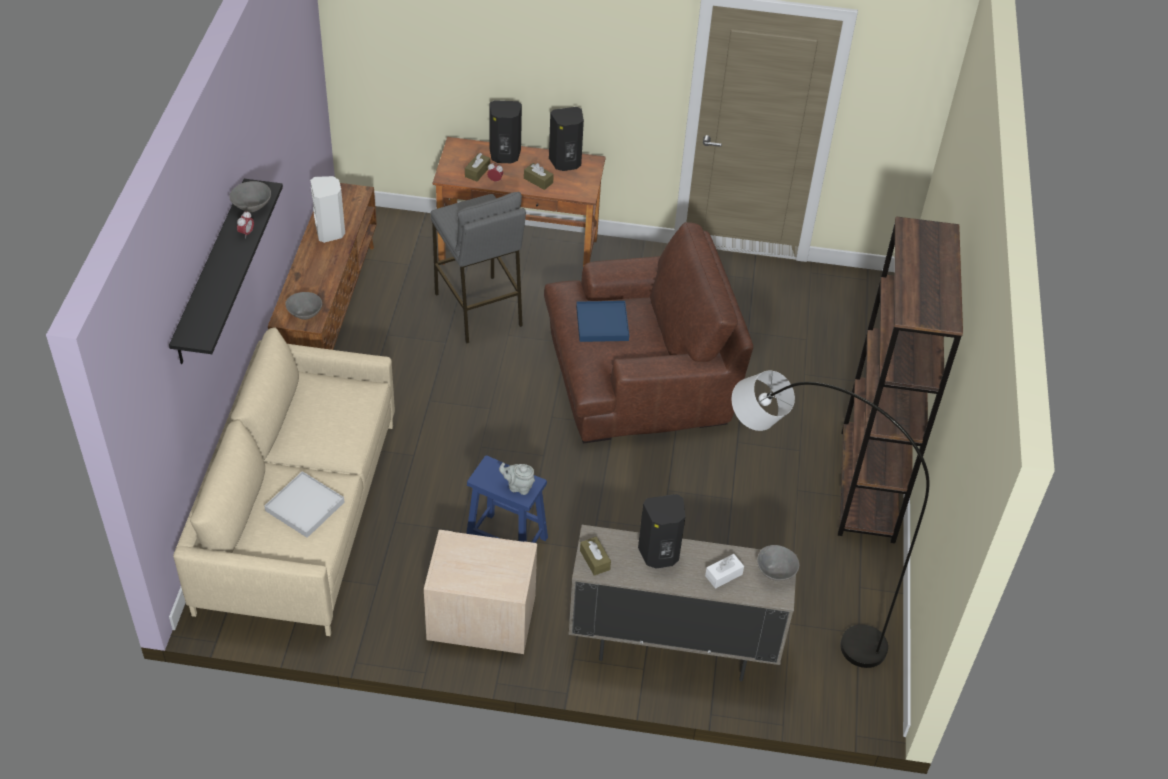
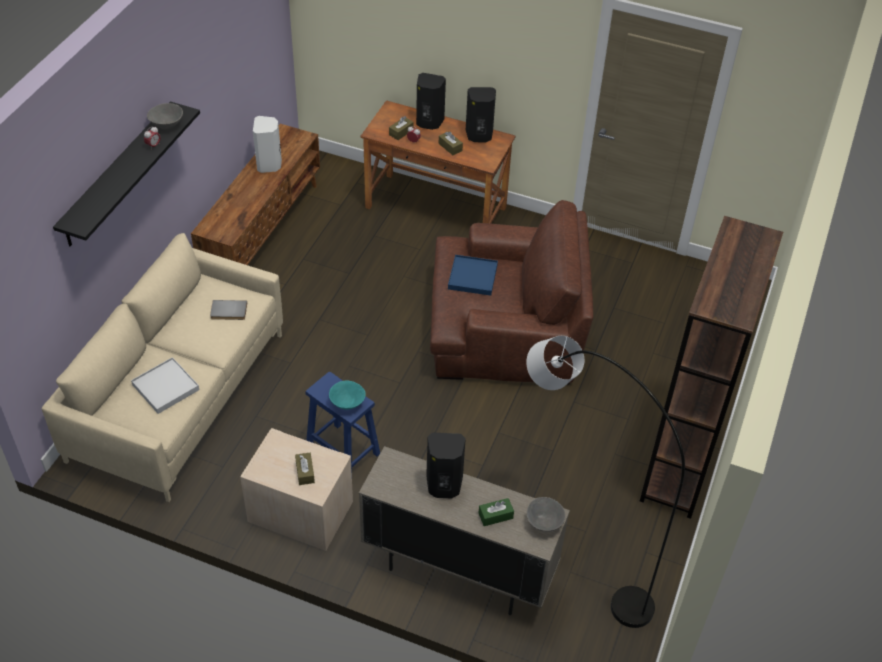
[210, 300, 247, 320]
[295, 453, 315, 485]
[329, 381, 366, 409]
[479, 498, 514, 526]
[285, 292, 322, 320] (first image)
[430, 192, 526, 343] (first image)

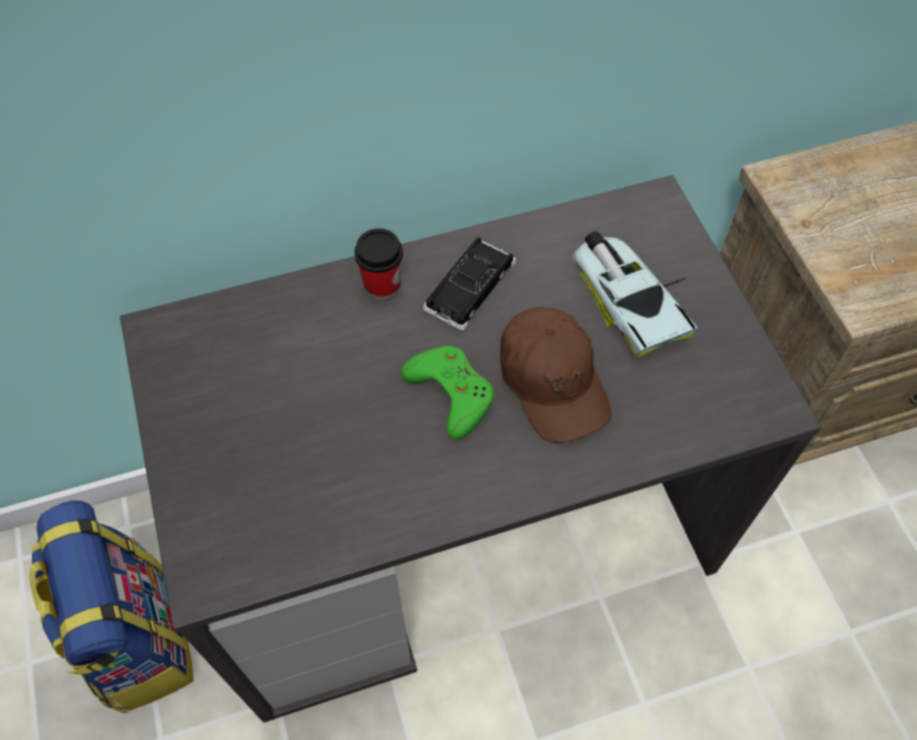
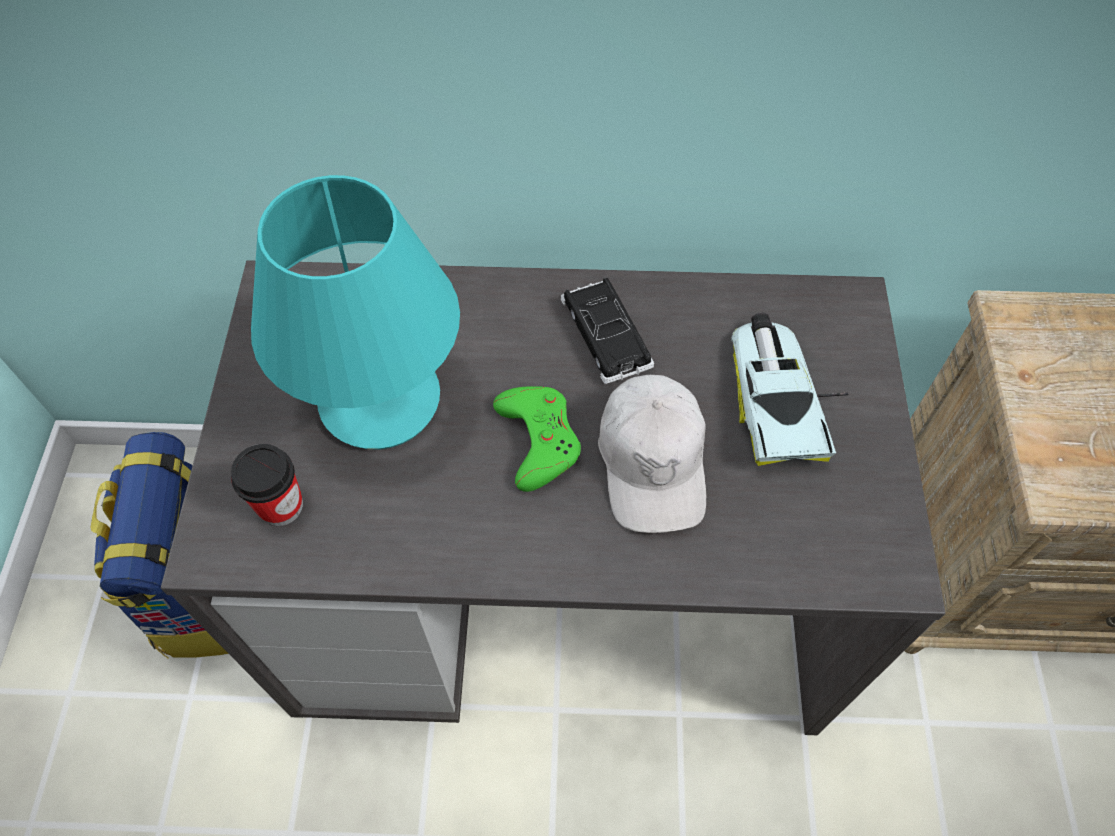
[231, 444, 303, 526]
[251, 175, 460, 450]
[561, 277, 654, 384]
[598, 375, 706, 533]

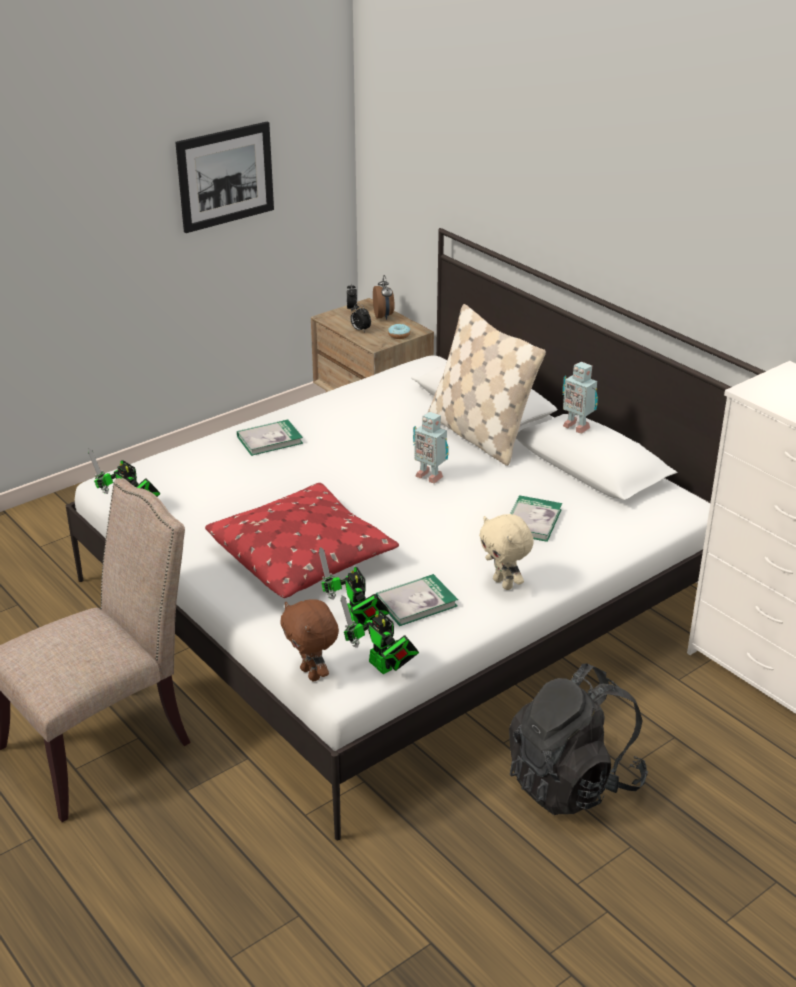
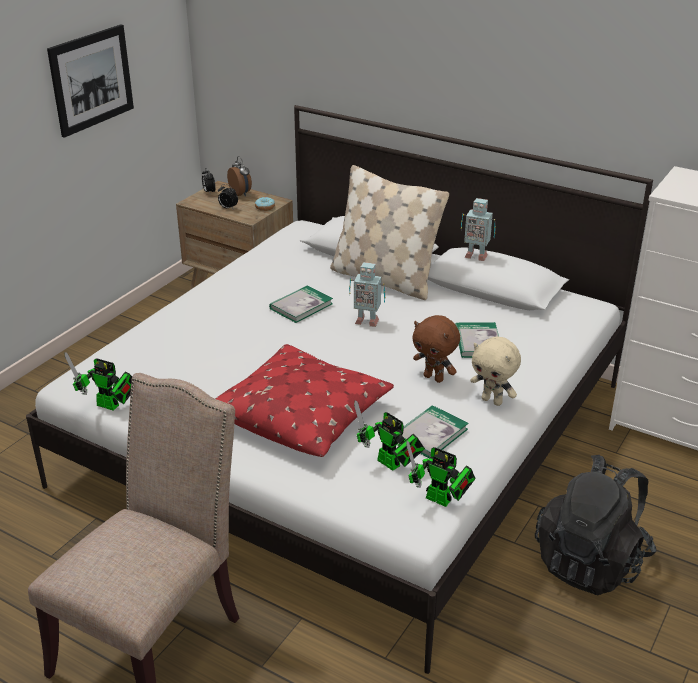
[269, 286, 333, 323]
[412, 315, 460, 383]

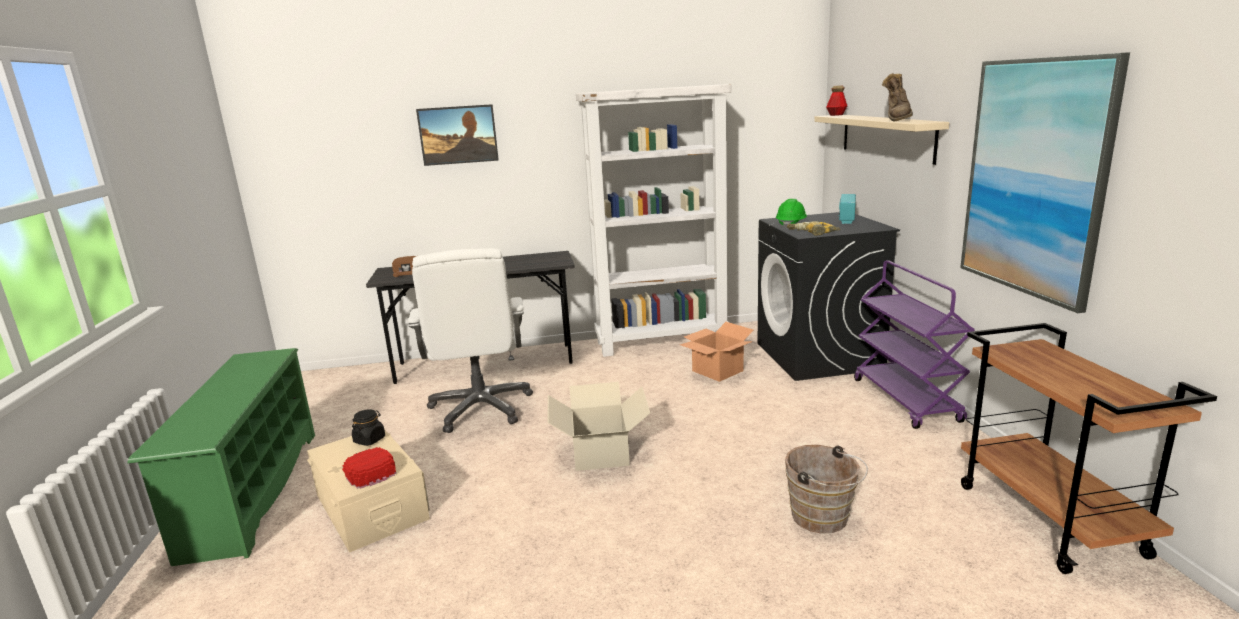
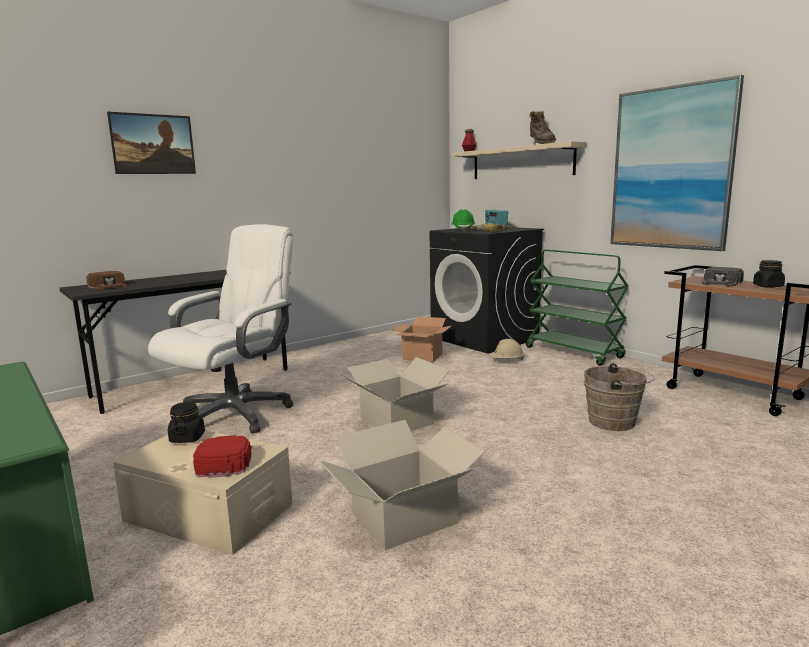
[148, 224, 294, 434]
[193, 435, 252, 478]
[318, 420, 485, 550]
[490, 339, 524, 360]
[526, 249, 629, 366]
[702, 267, 744, 287]
[753, 260, 785, 288]
[576, 84, 732, 357] (first image)

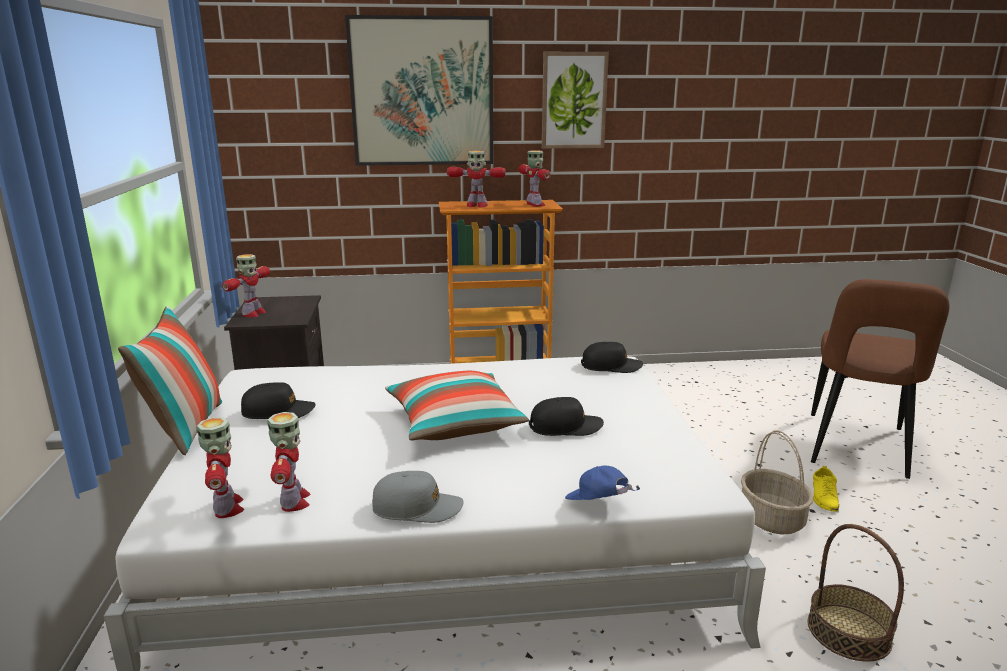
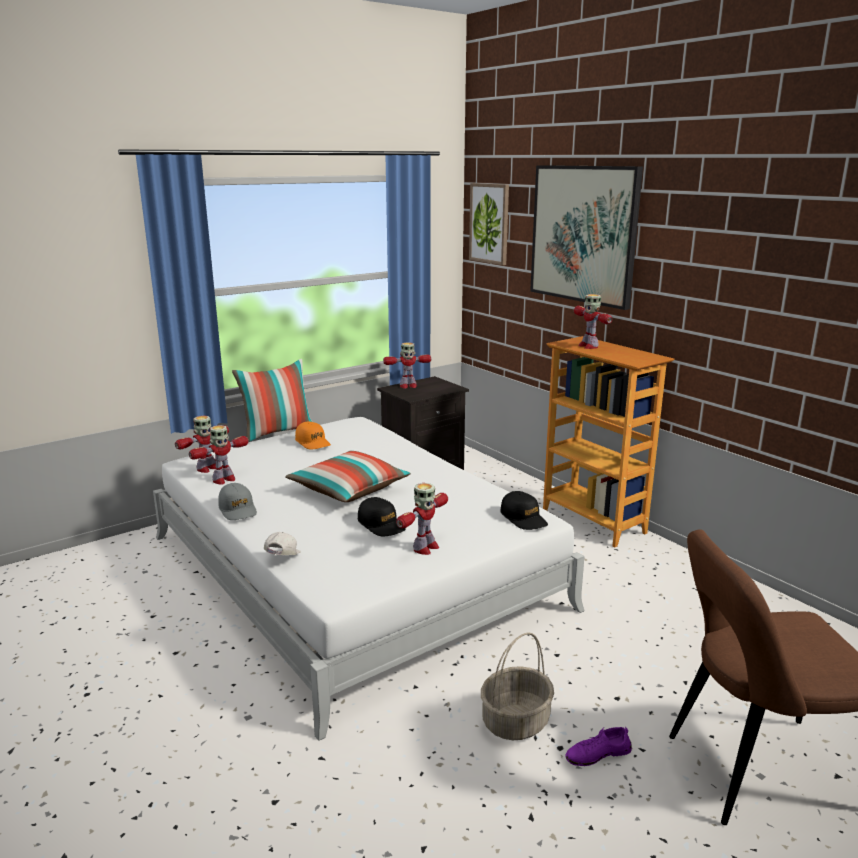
[264, 532, 301, 556]
[295, 421, 331, 450]
[396, 483, 448, 555]
[469, 183, 509, 265]
[565, 727, 632, 766]
[807, 524, 904, 662] (first image)

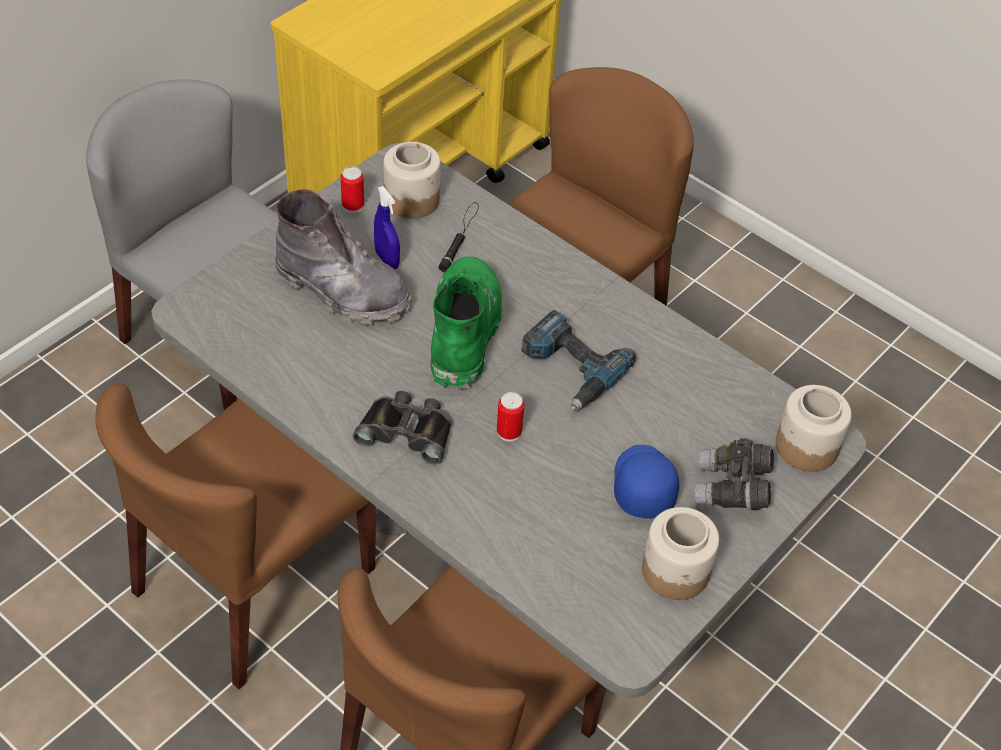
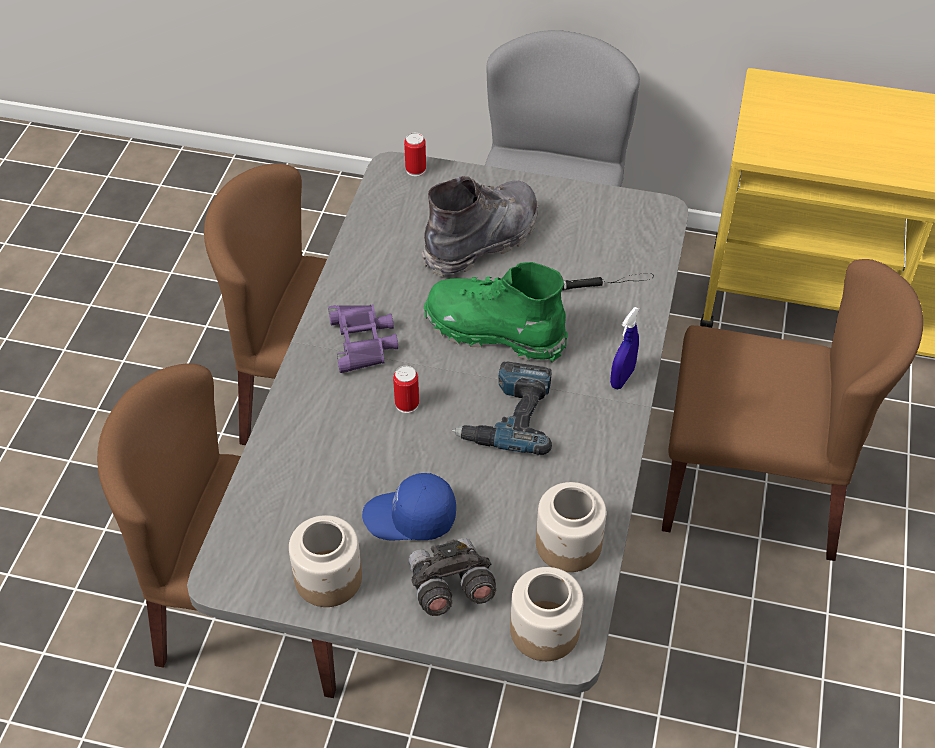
[328, 304, 398, 373]
[362, 473, 456, 540]
[404, 133, 426, 177]
[422, 176, 539, 277]
[424, 262, 568, 362]
[536, 482, 606, 572]
[610, 307, 639, 389]

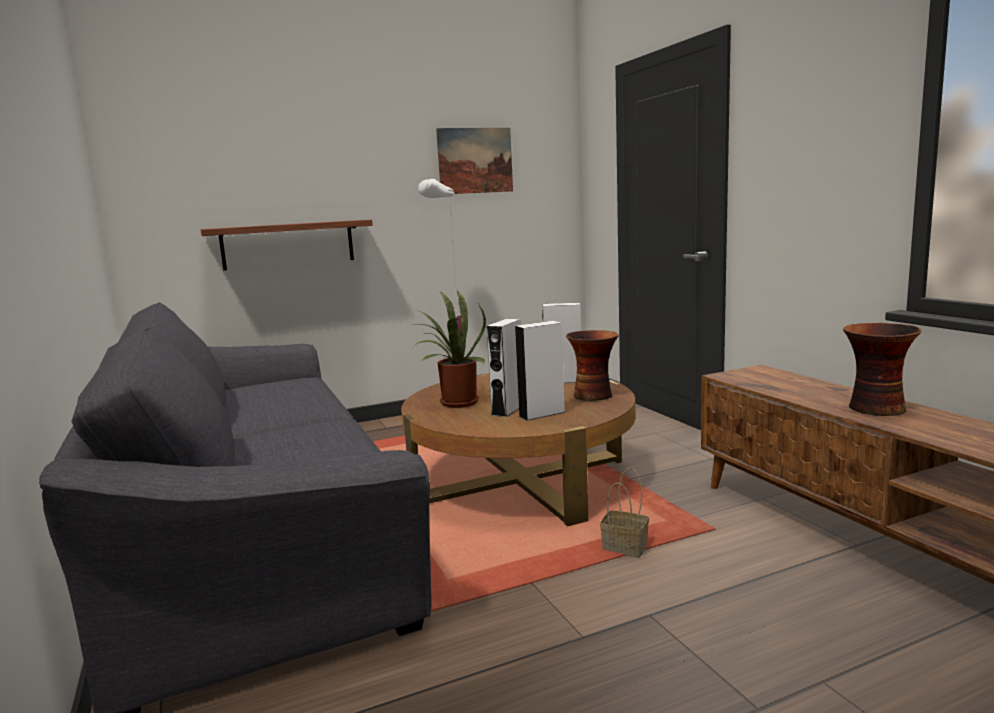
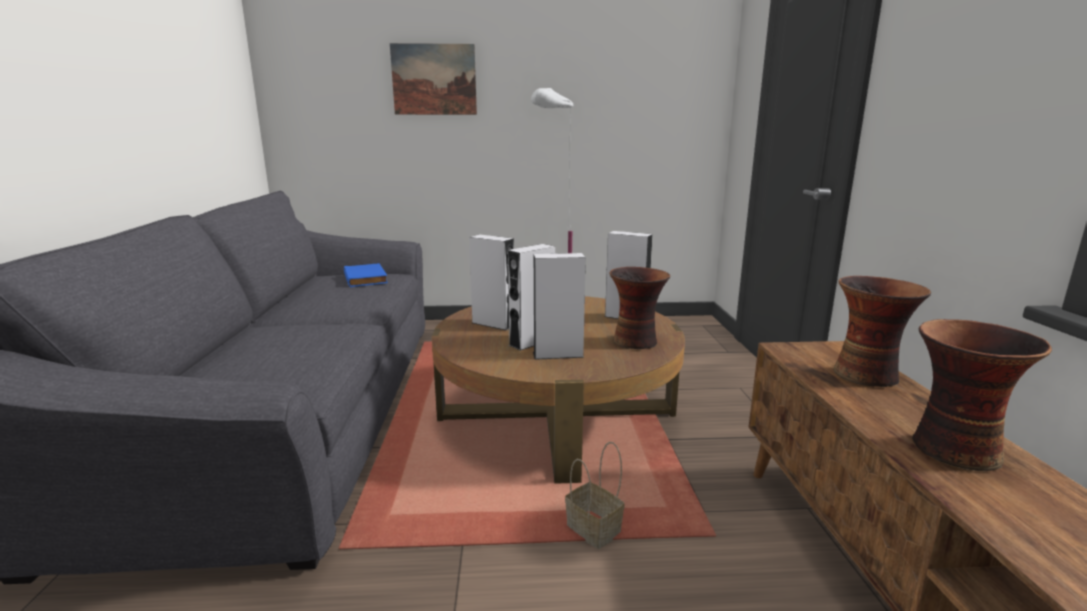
[344, 263, 388, 287]
[390, 43, 477, 115]
[469, 234, 514, 331]
[834, 276, 931, 387]
[201, 220, 373, 270] (first image)

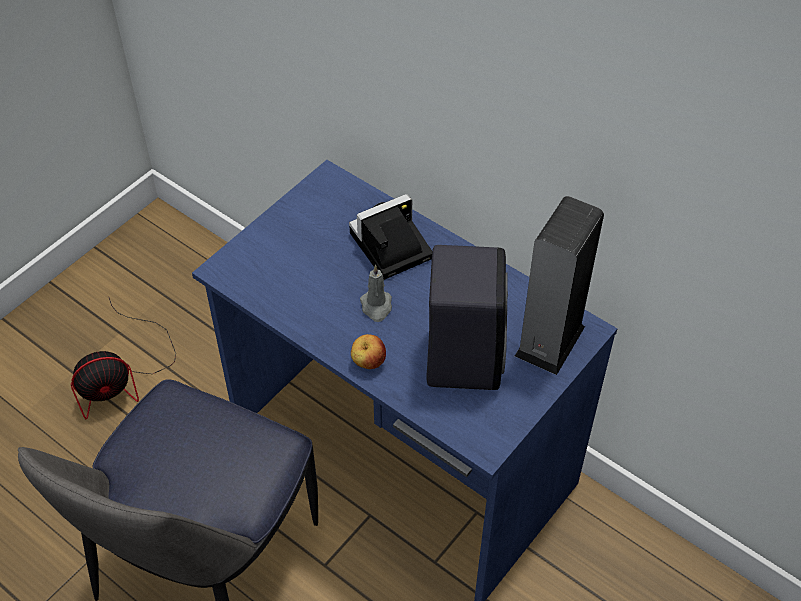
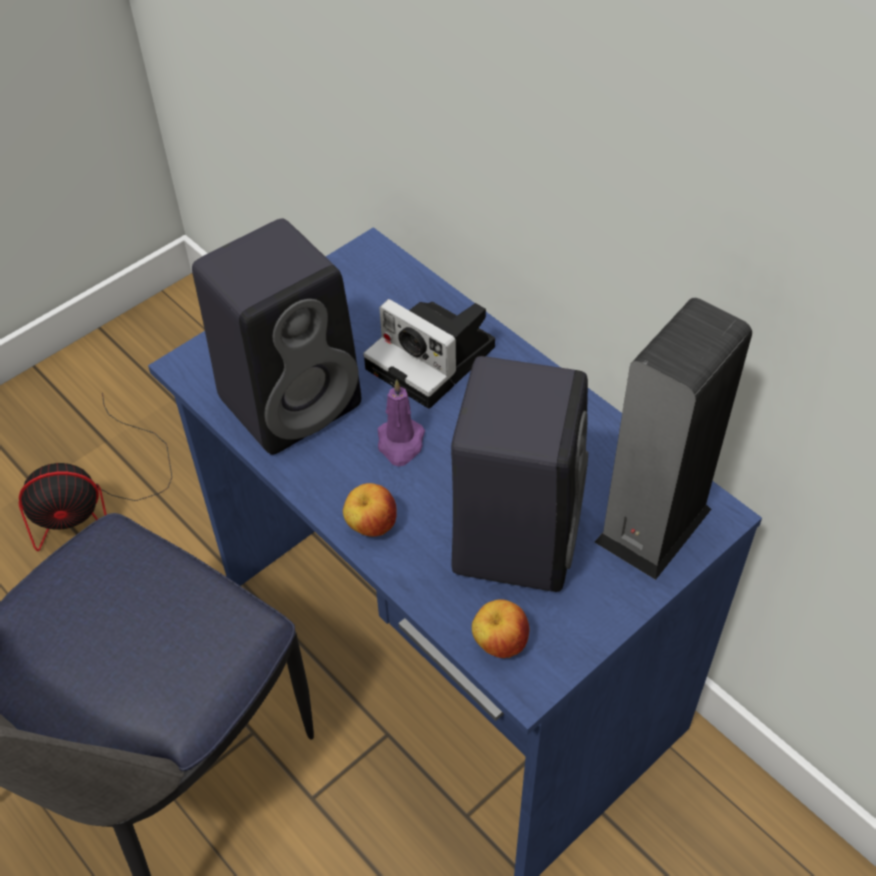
[192, 218, 361, 455]
[363, 299, 495, 409]
[378, 379, 425, 466]
[472, 599, 529, 658]

